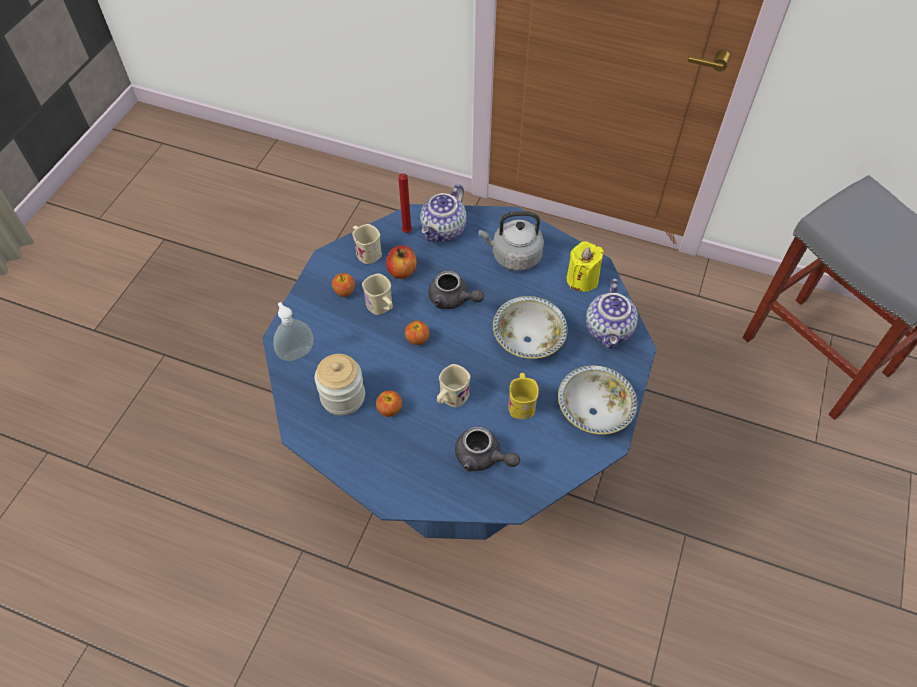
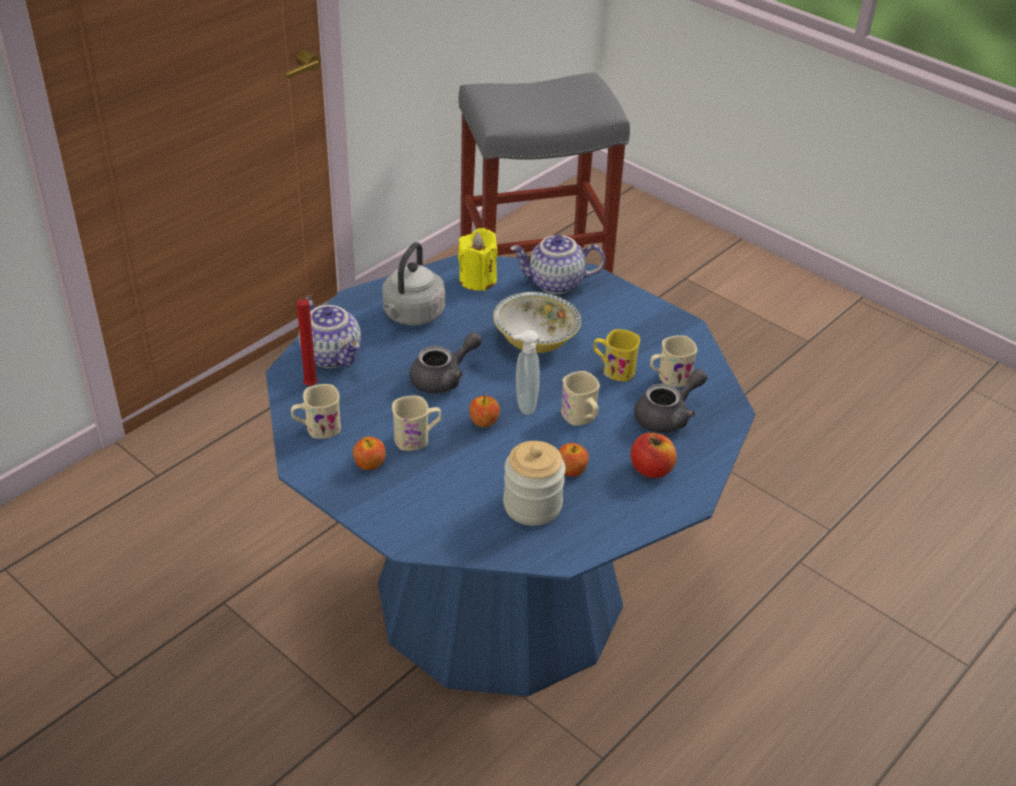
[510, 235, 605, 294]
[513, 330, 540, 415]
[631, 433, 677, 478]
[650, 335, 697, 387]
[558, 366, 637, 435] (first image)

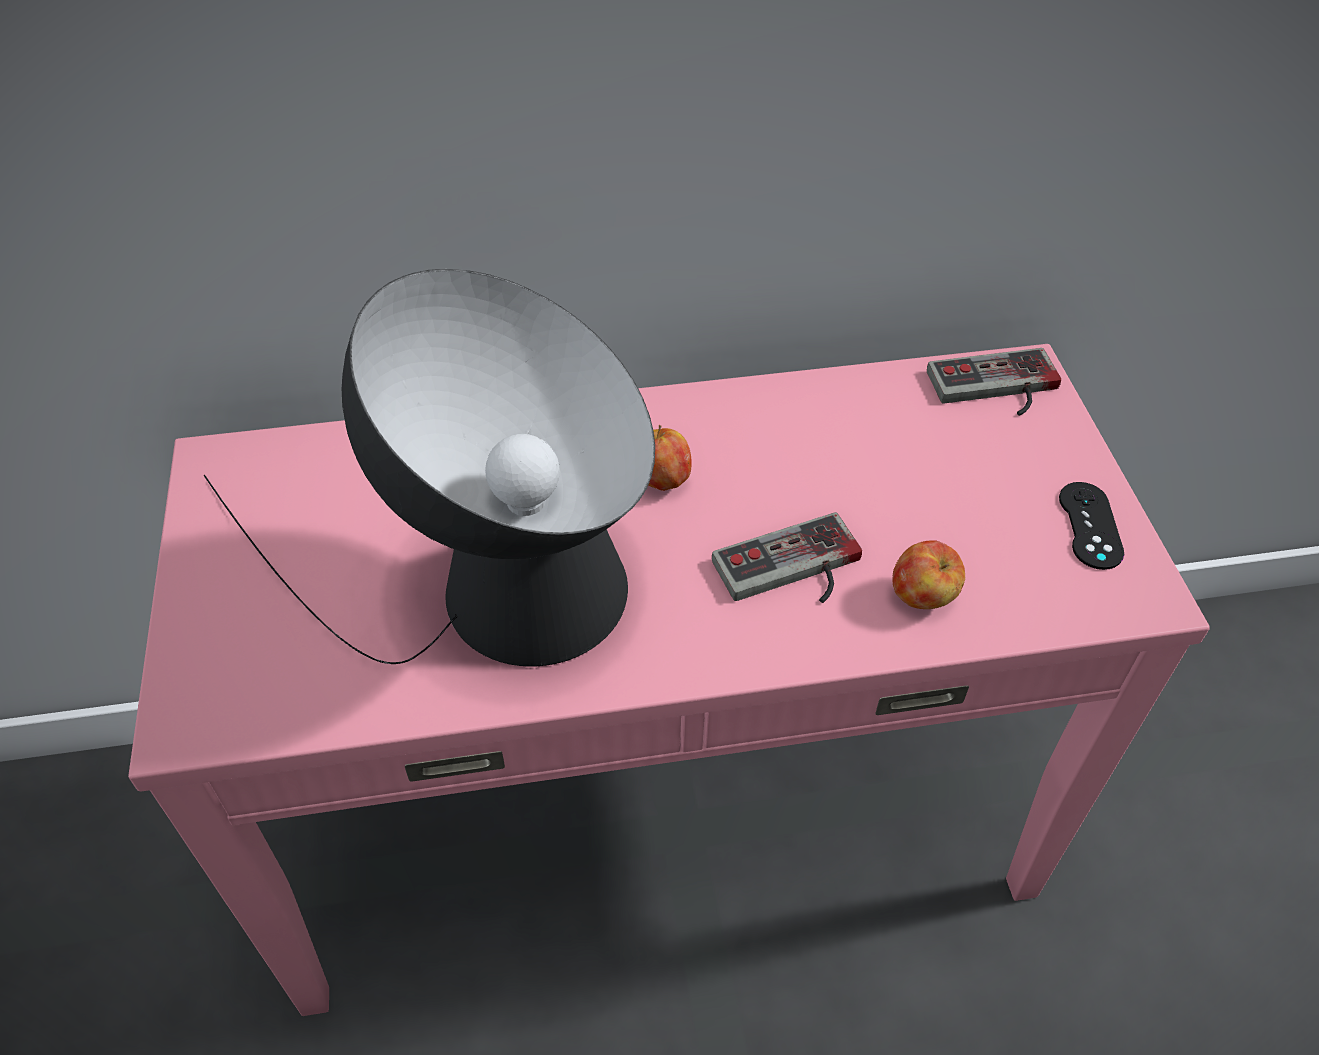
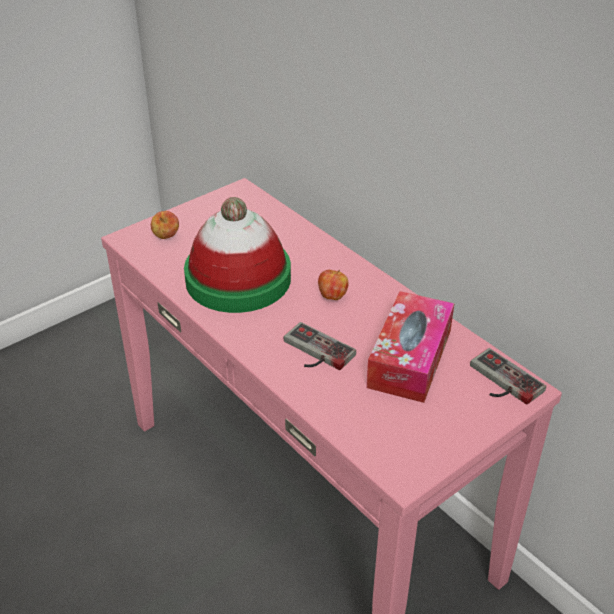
[151, 211, 179, 239]
[184, 197, 291, 313]
[366, 291, 454, 403]
[1059, 482, 1124, 570] (first image)

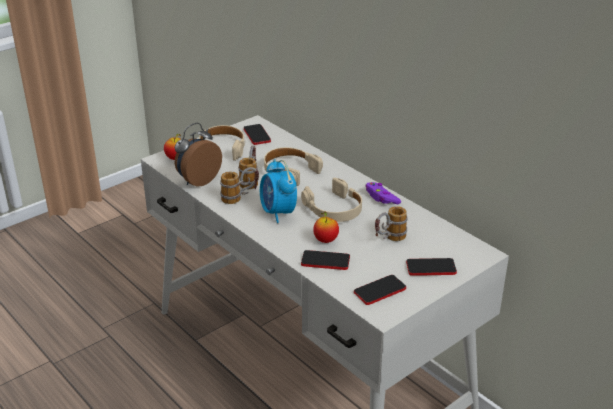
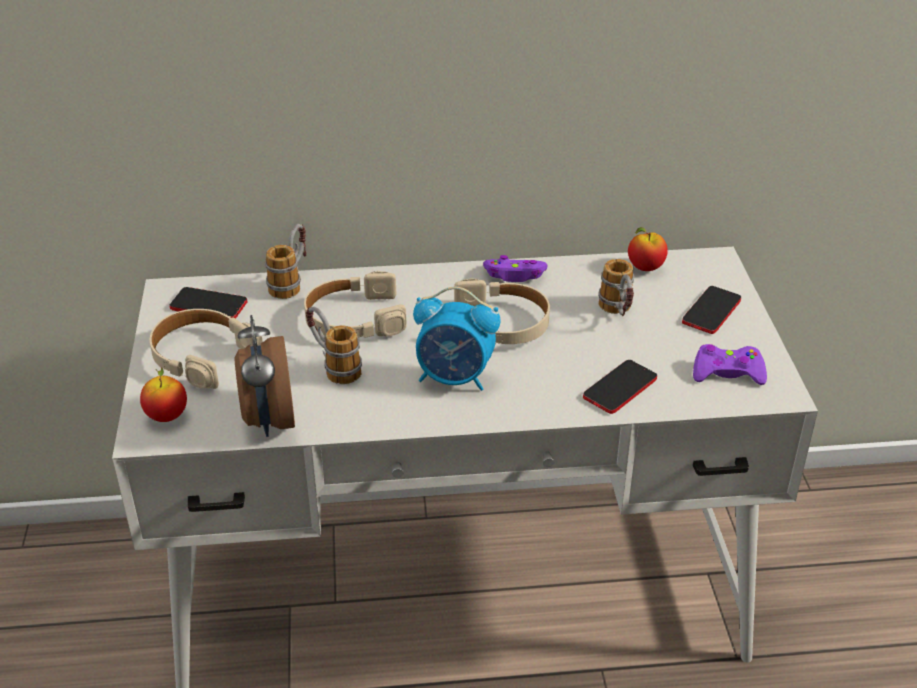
[265, 224, 307, 299]
[628, 227, 668, 271]
[693, 344, 767, 385]

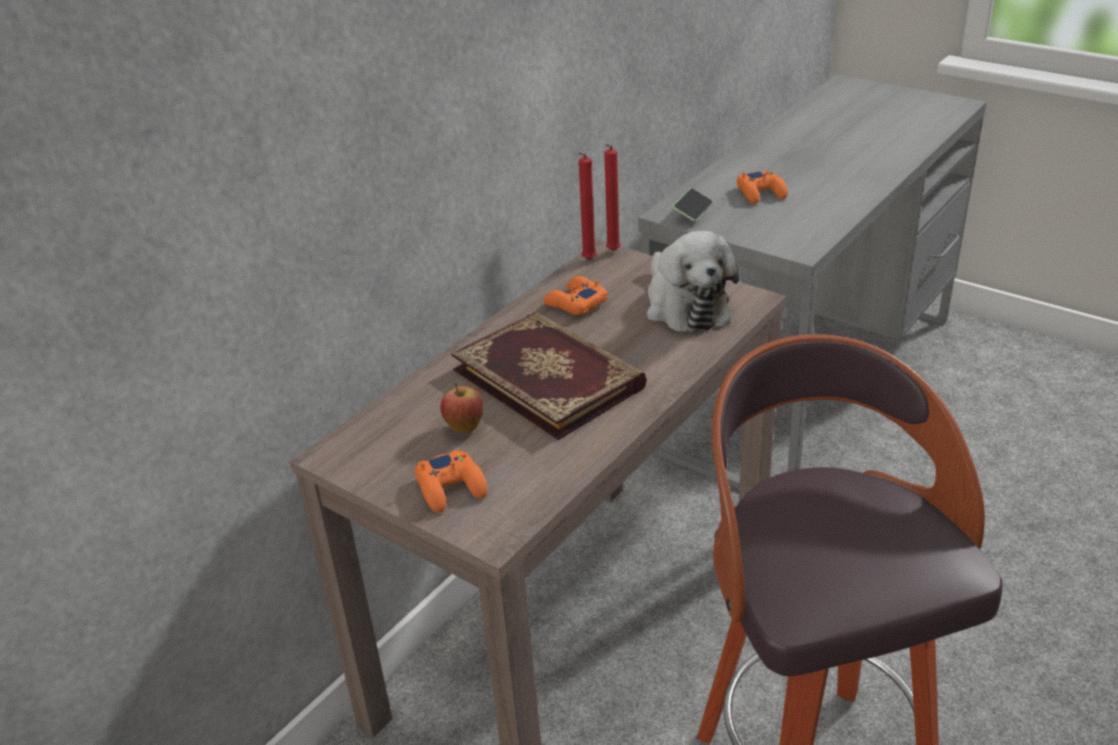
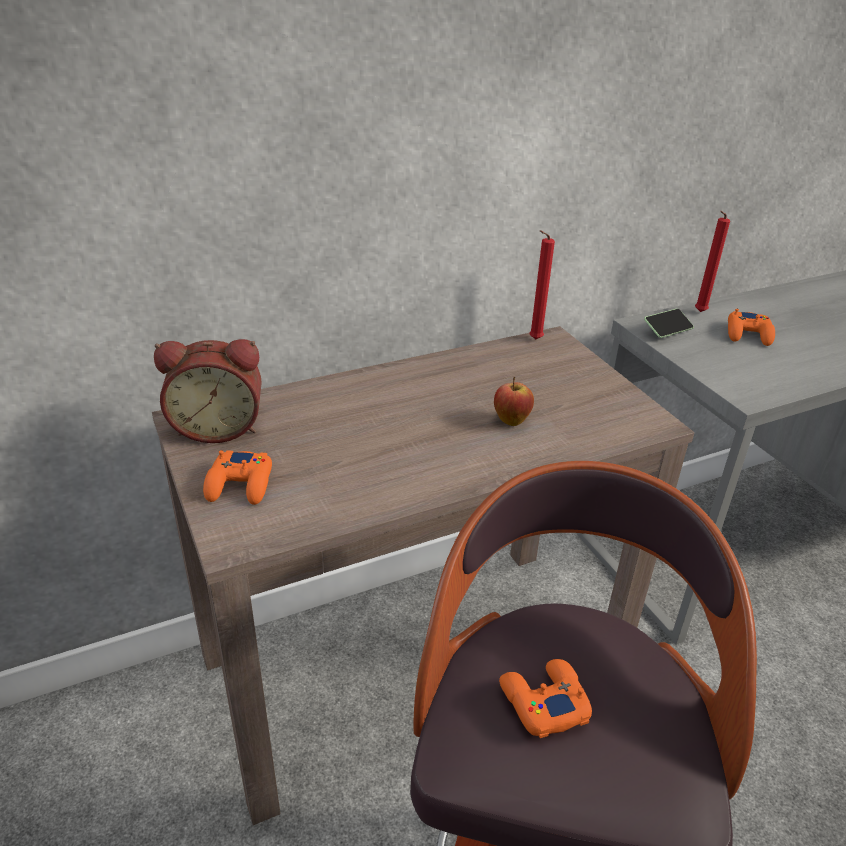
[154, 339, 262, 443]
[494, 377, 534, 426]
[499, 659, 592, 738]
[695, 211, 730, 312]
[451, 312, 647, 440] (first image)
[647, 231, 740, 334] (first image)

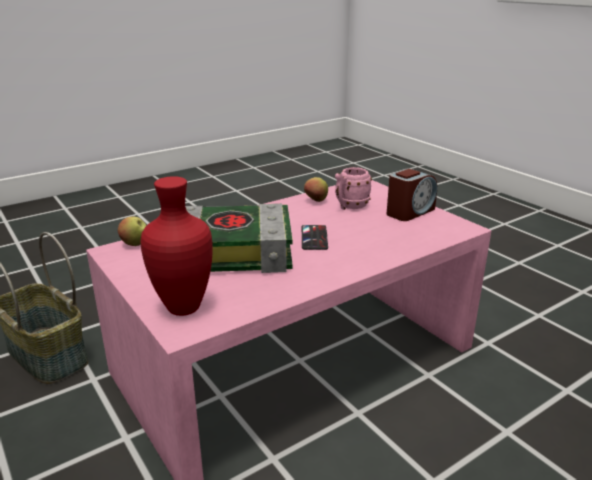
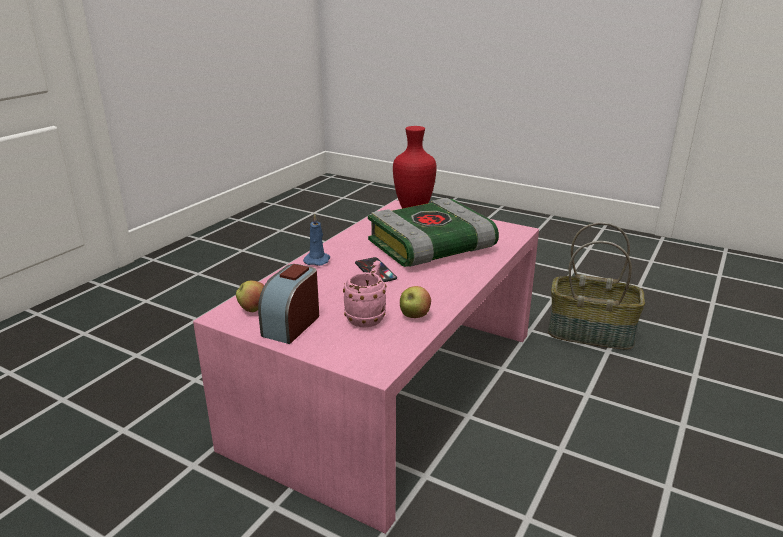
[236, 281, 264, 312]
[303, 214, 330, 266]

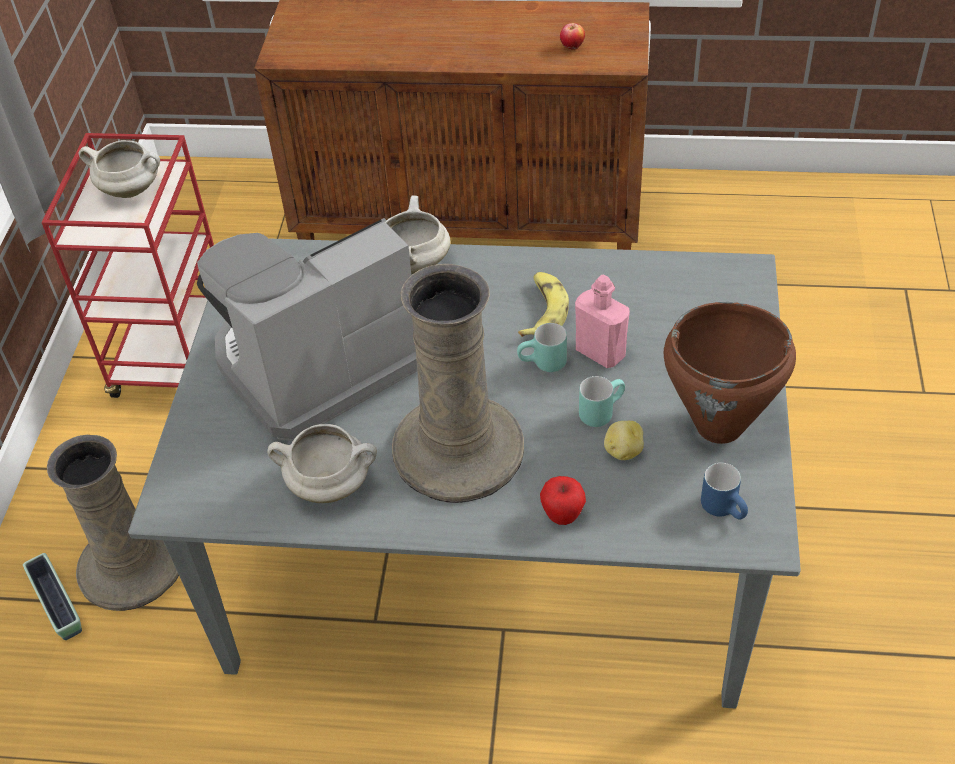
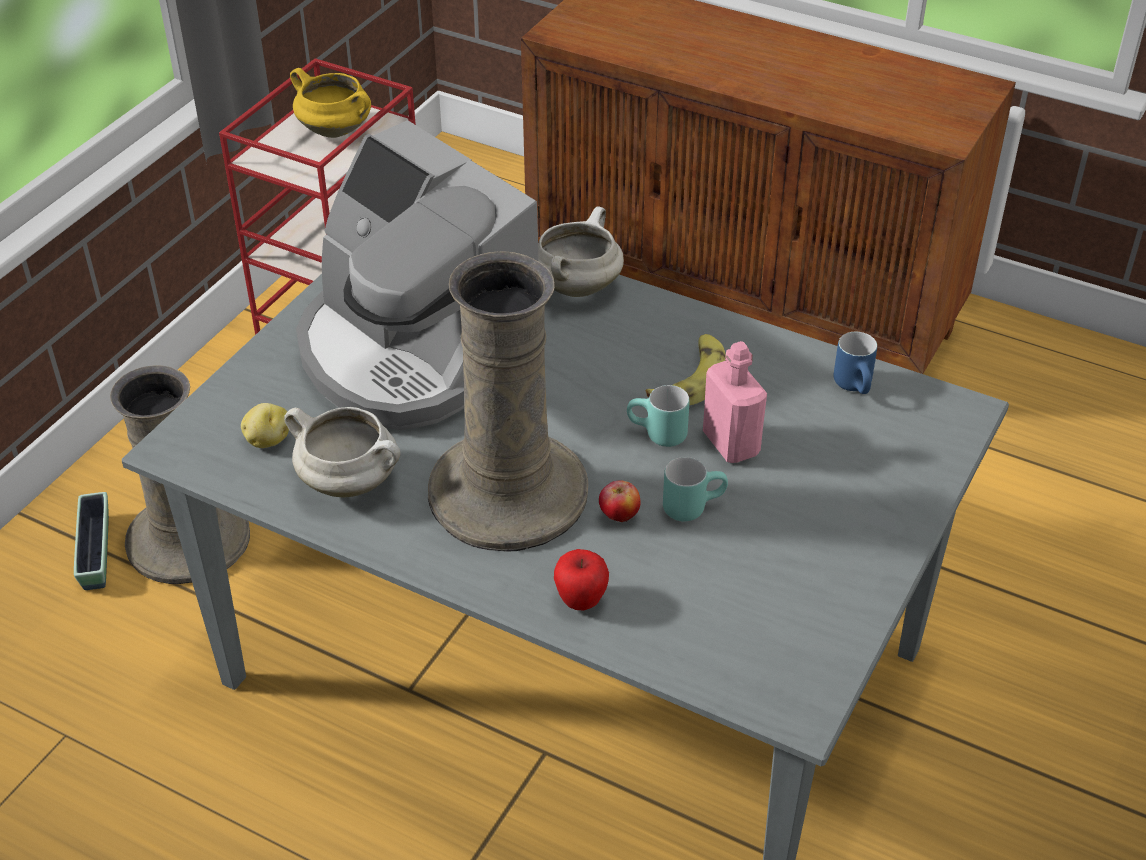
[241, 403, 289, 448]
[290, 68, 371, 138]
[296, 120, 539, 430]
[599, 481, 641, 522]
[834, 332, 877, 394]
[664, 302, 796, 444] (first image)

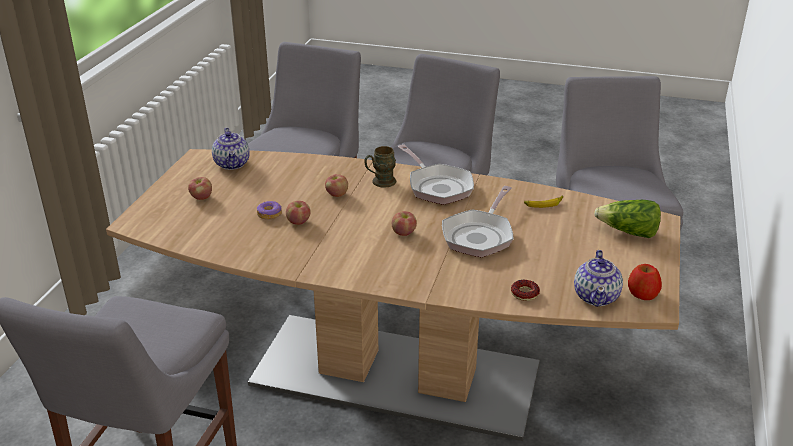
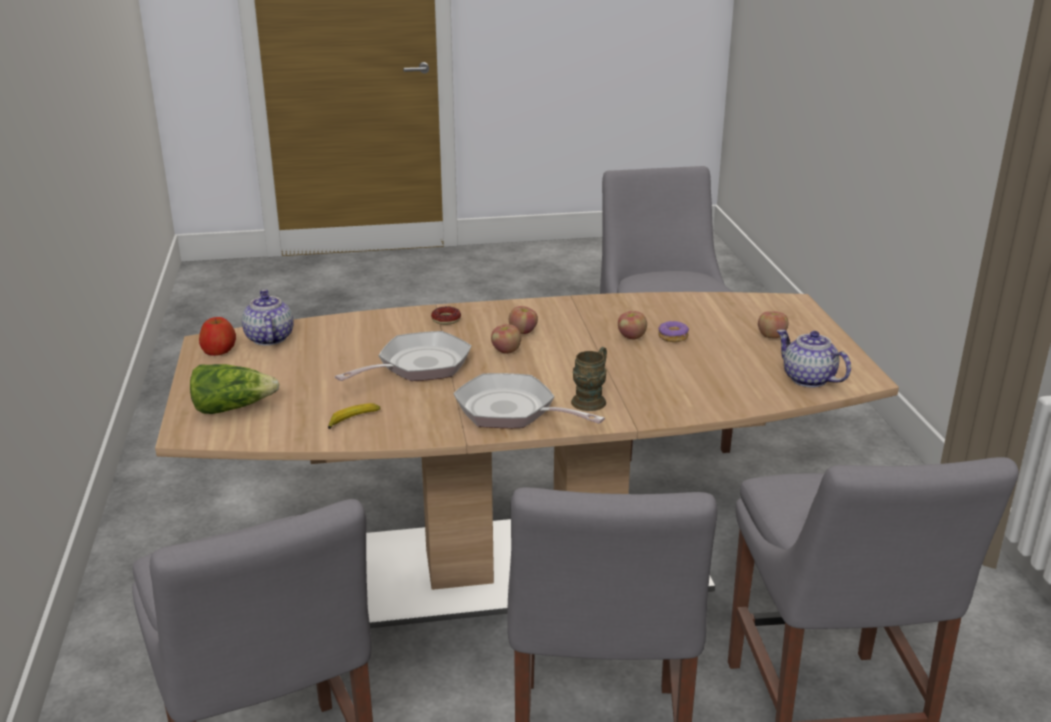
[335, 331, 472, 381]
[431, 307, 461, 325]
[509, 306, 538, 334]

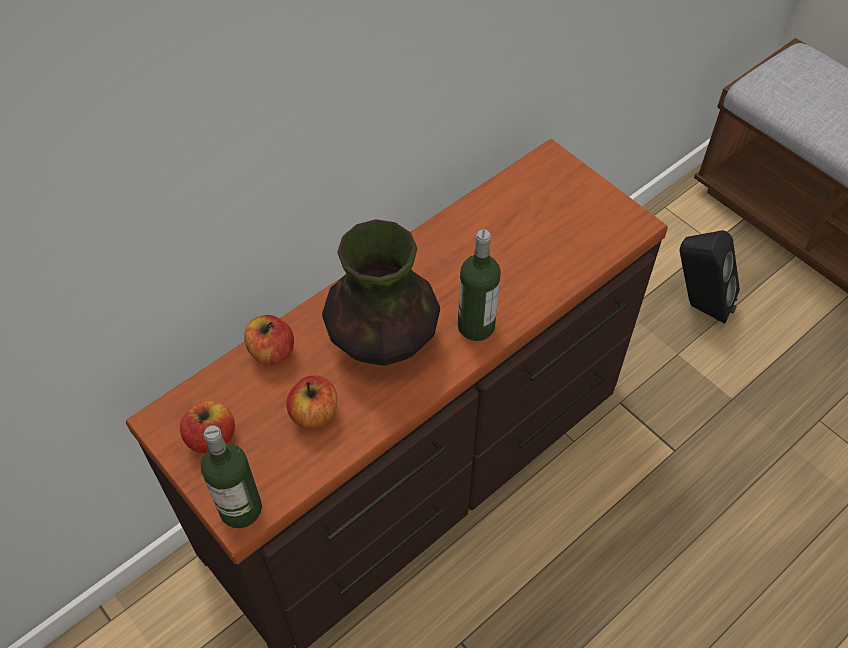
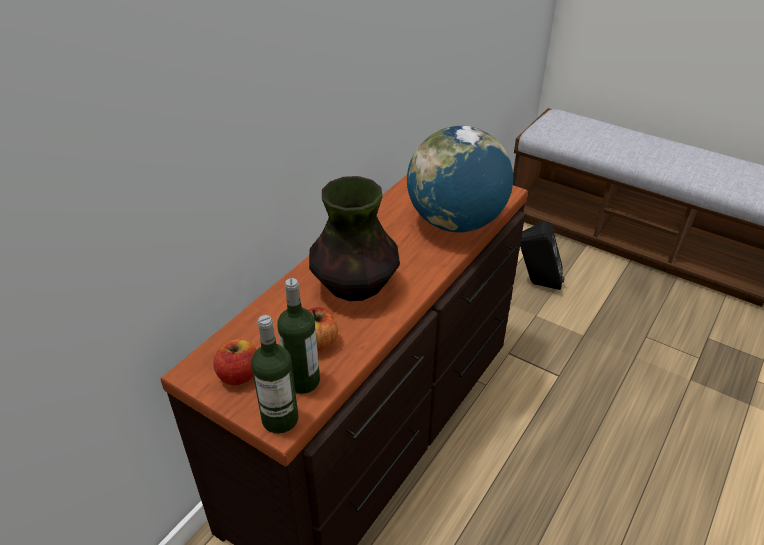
[277, 278, 320, 394]
[407, 126, 513, 232]
[244, 315, 294, 365] (first image)

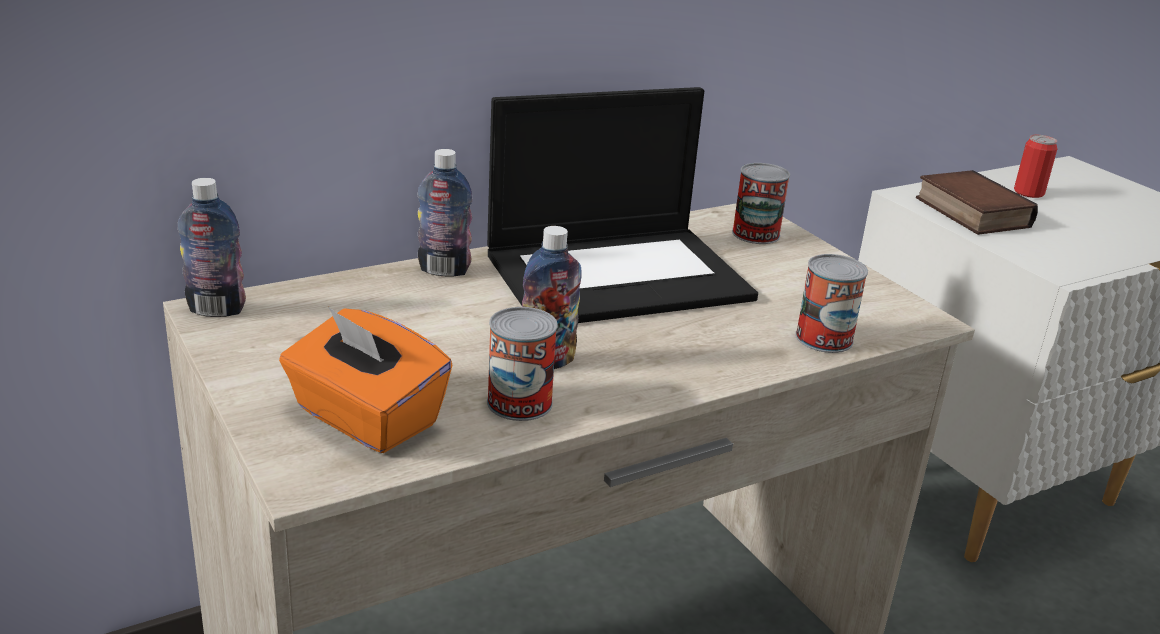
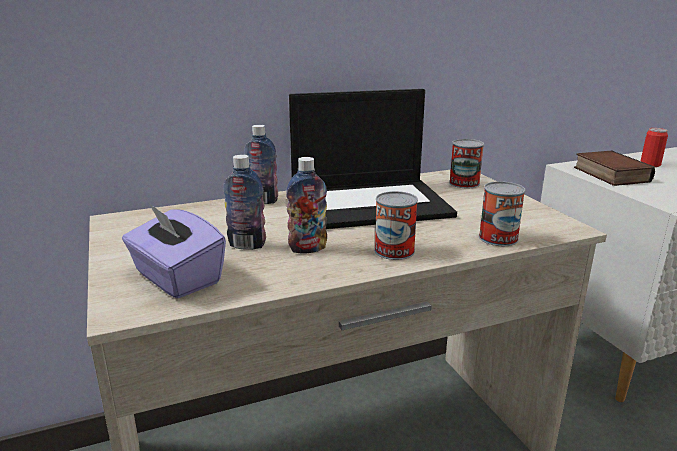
[122, 202, 226, 299]
[223, 154, 266, 250]
[374, 191, 418, 260]

